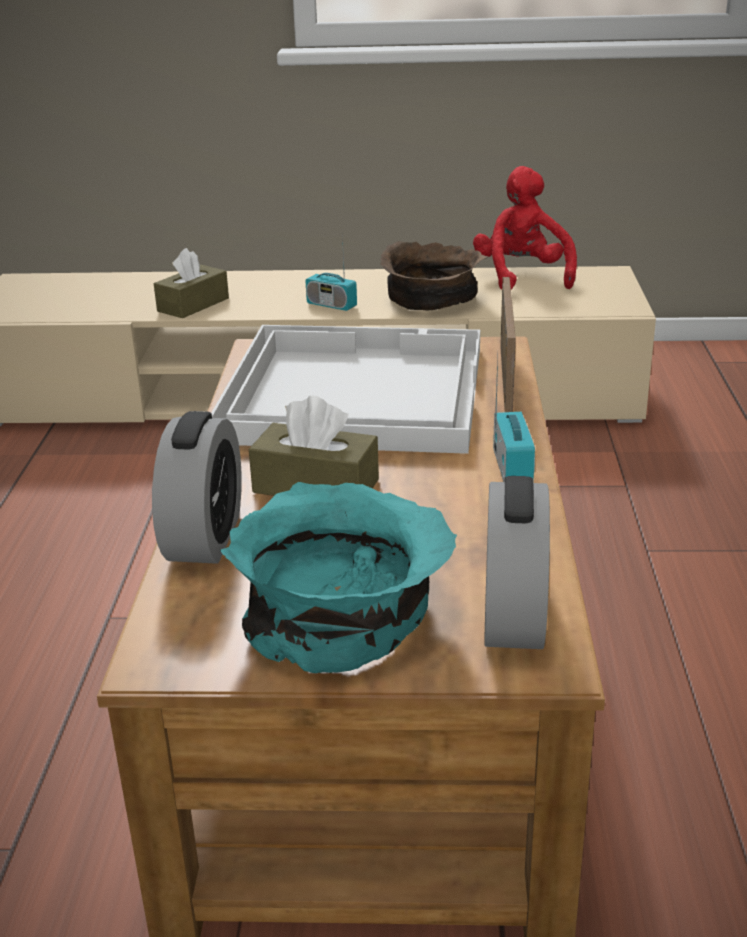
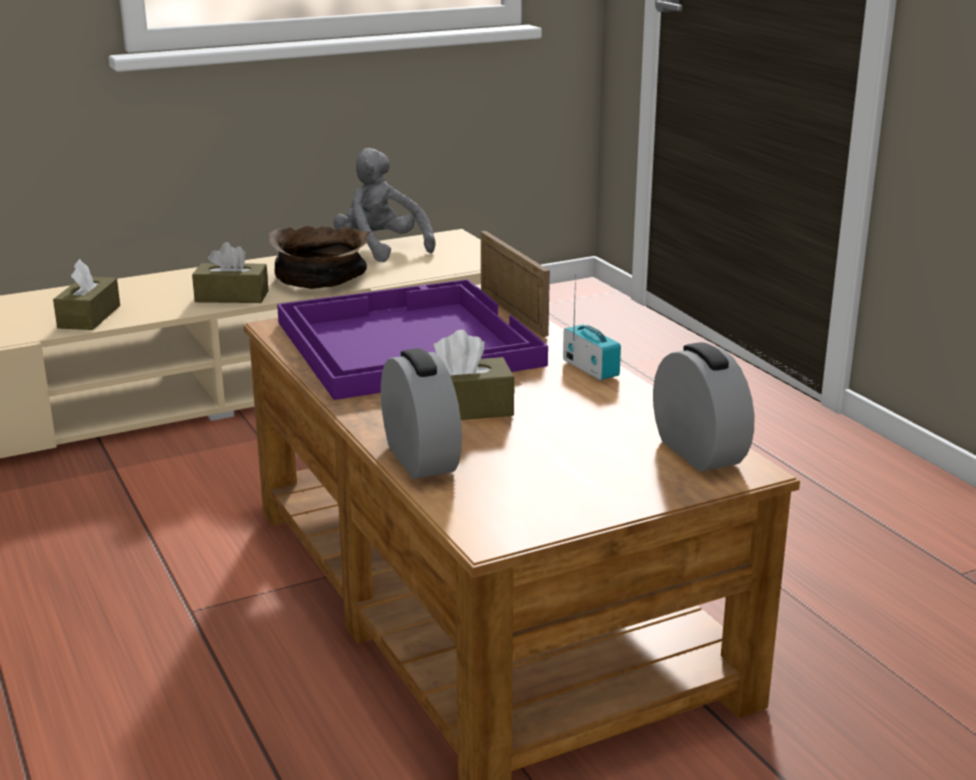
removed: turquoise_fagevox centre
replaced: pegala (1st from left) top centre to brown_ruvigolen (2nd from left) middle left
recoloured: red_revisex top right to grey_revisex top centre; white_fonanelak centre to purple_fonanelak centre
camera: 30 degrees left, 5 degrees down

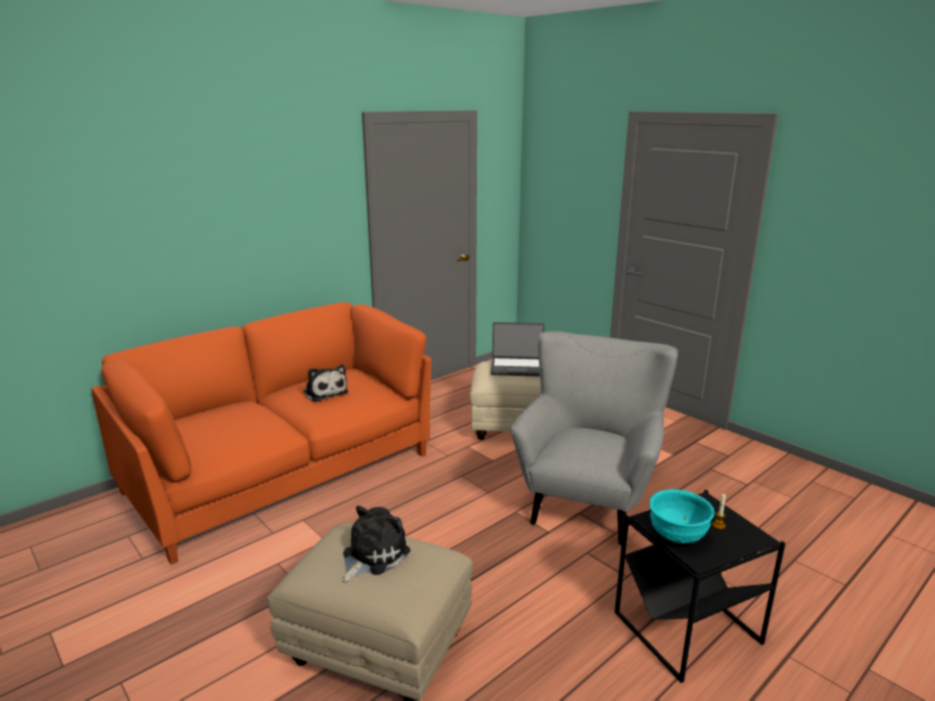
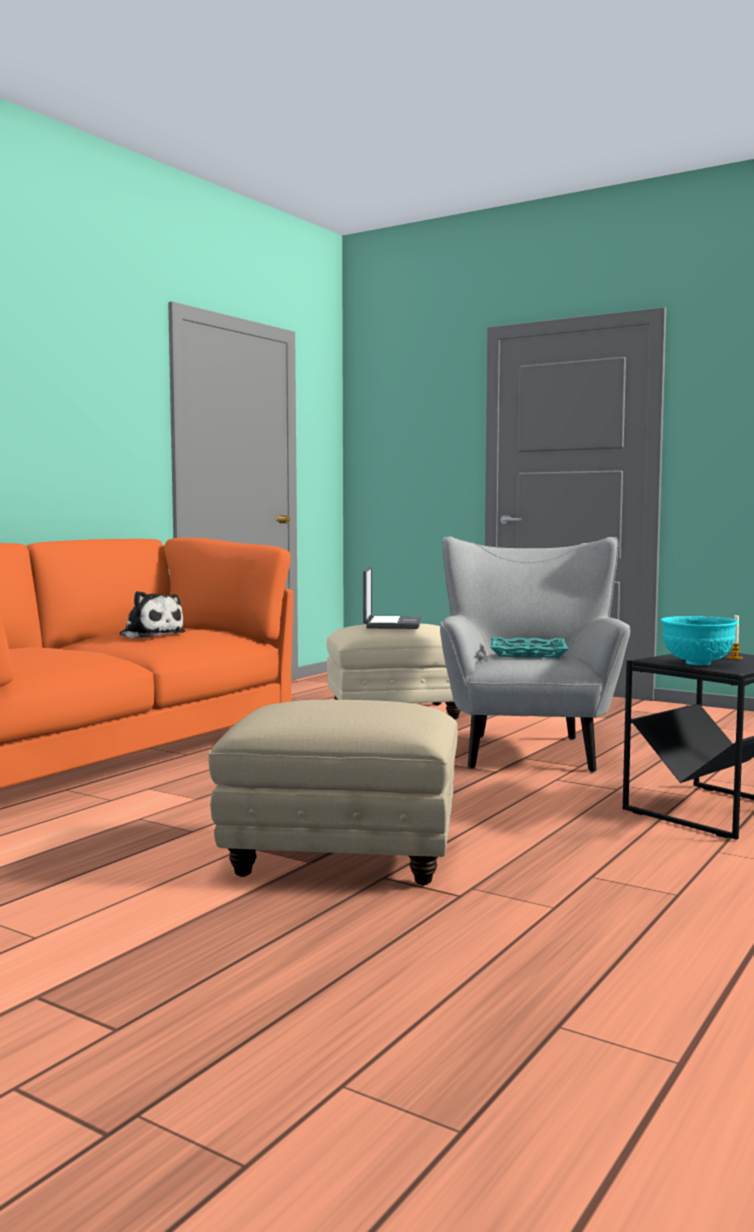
removed: revisex (2nd from left) bottom centre
added: turquoise_fonanelak middle right
turned: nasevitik centre = centre 75 degrees counterclockwise
camera: 15 degrees left, 15 degrees down

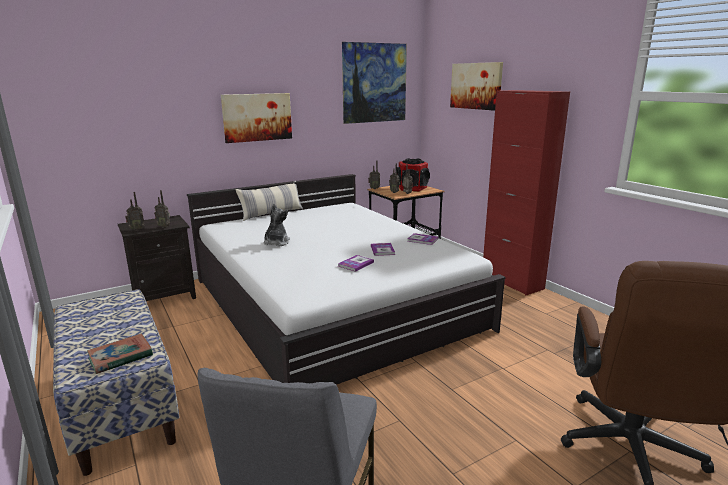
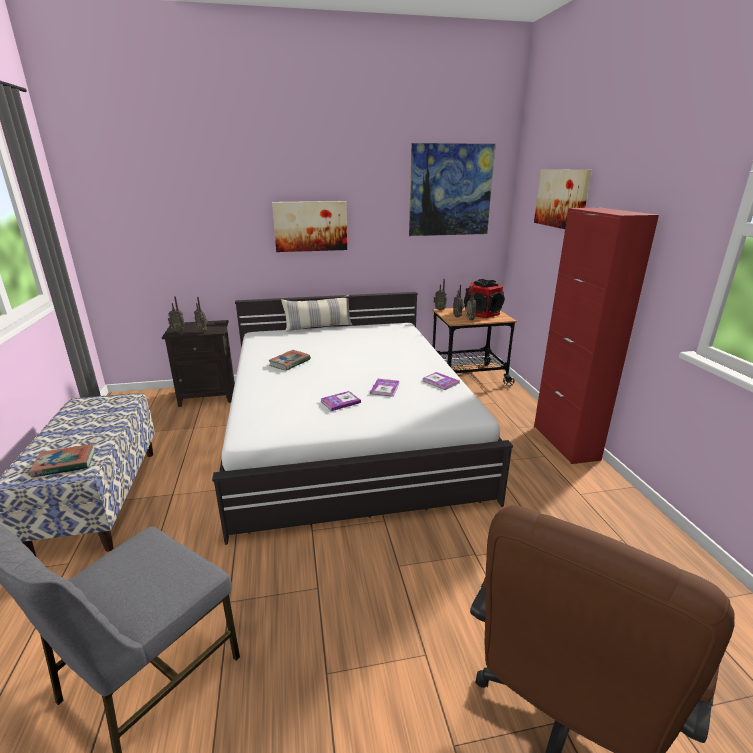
replaced: revisex centre to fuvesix (2nd from left) centre
camera: 20 degrees right, 5 degrees up

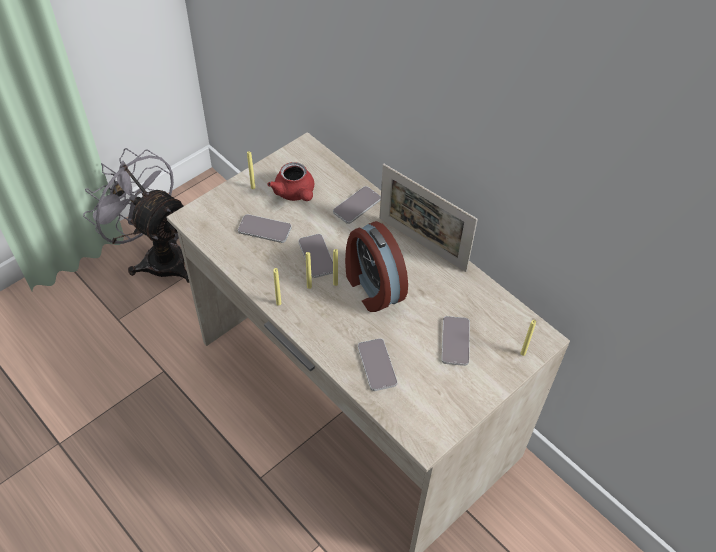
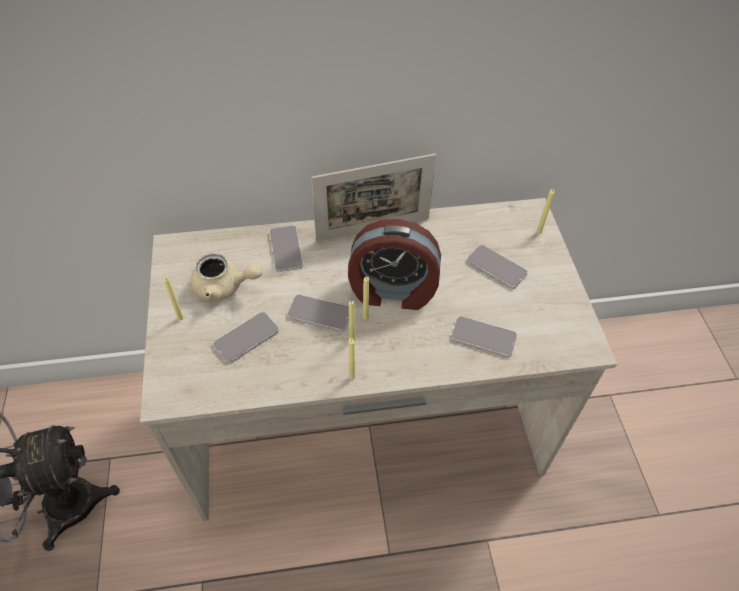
recoloured: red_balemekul top centre to beige_balemekul middle left
camera: 55 degrees left, 0 degrees up

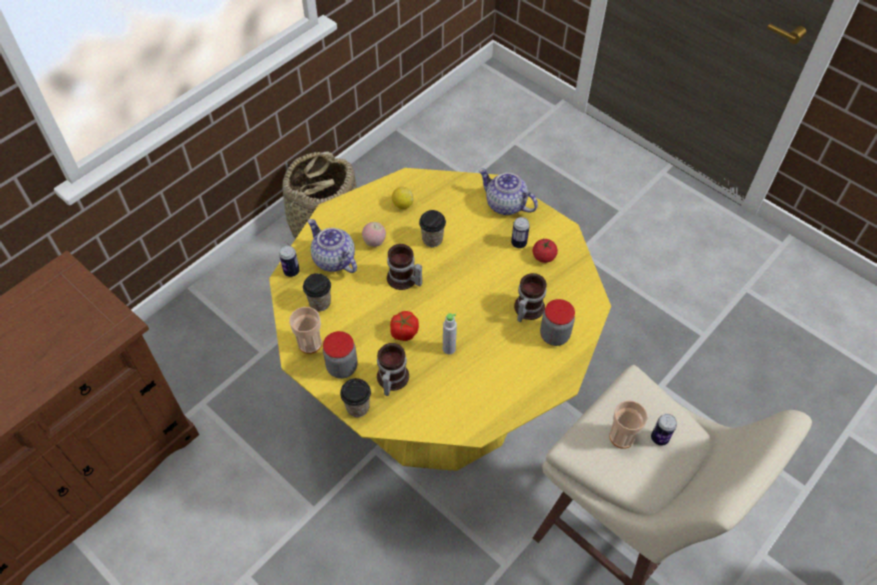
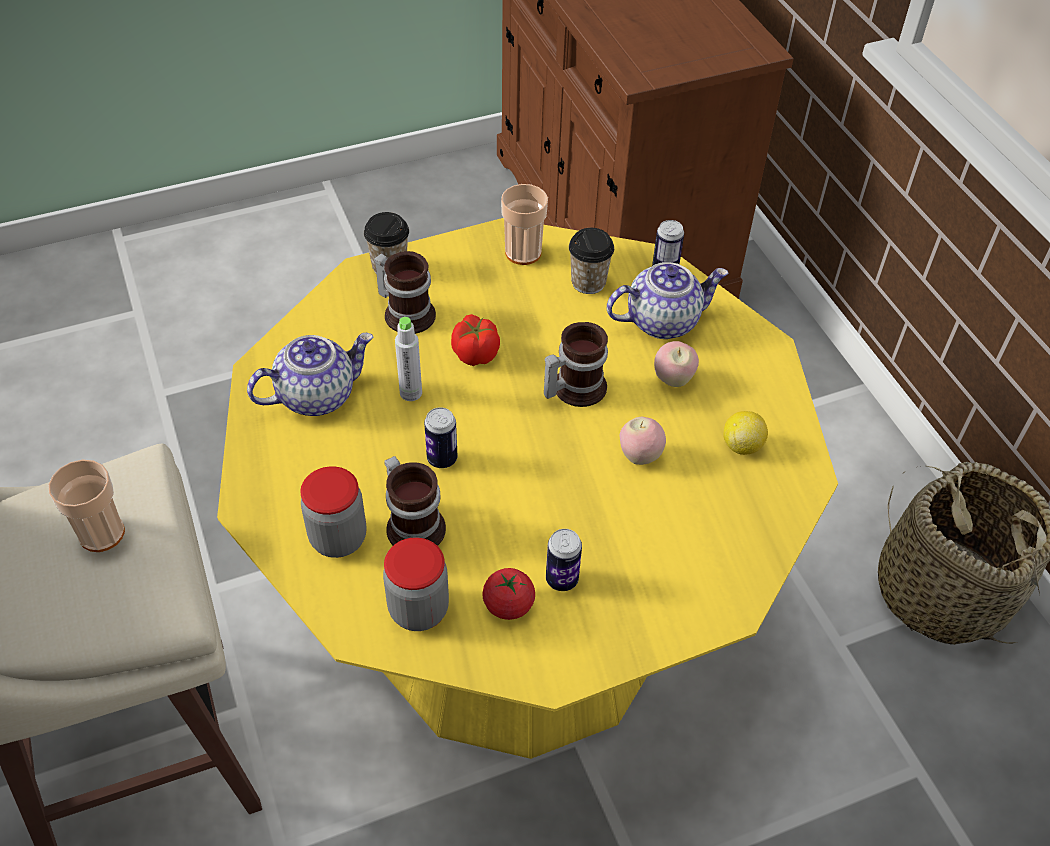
moved: balemekul (2nd from left in the first image) top centre to balemekul (1st from left) middle left; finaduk (1st from left in the first image) centre to finaduk (2nd from left) bottom centre; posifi (3rd from left in the first image) bottom right to posifi (1st from left) centre
replaced: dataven (4th from left) centre to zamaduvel (1st from left) centre
camera: 115 degrees right, 5 degrees down

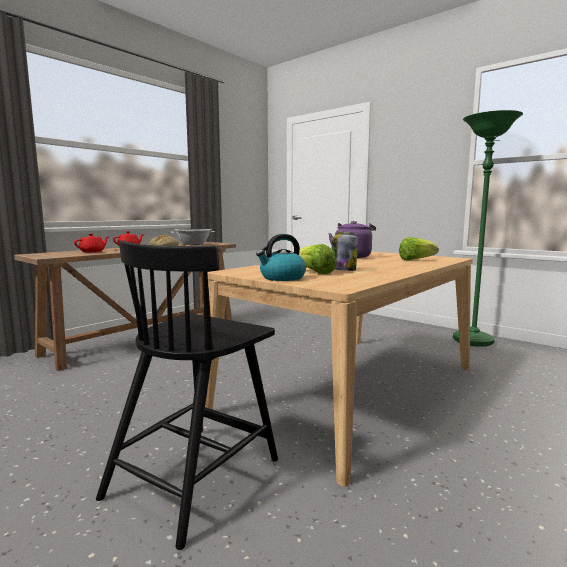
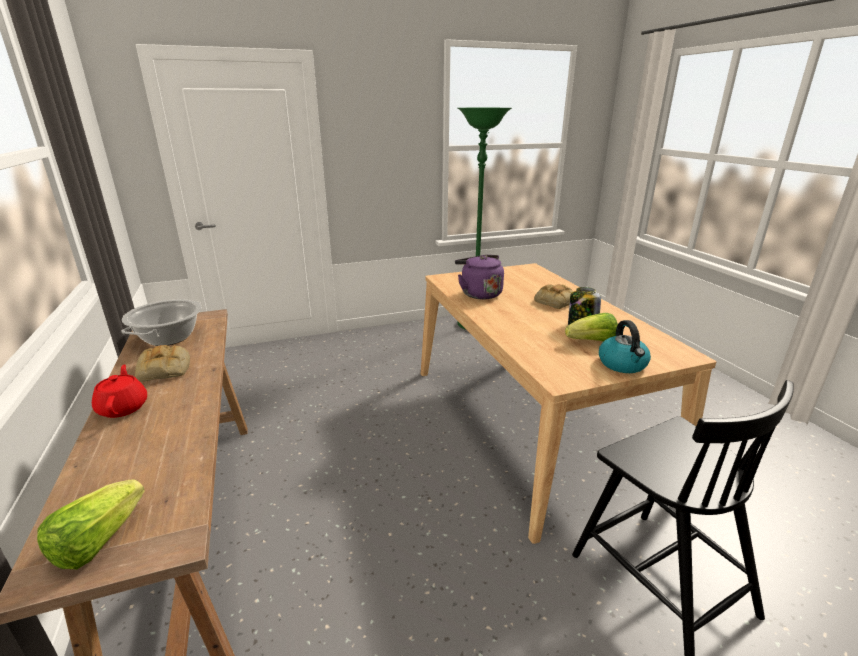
removed: red_balemekul (1st from left) middle left
added: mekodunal (2nd from left) centre
moved: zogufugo (2nd from left in the first image) middle right to zogufugo (1st from left) bottom left
camera: 60 degrees left, 15 degrees up

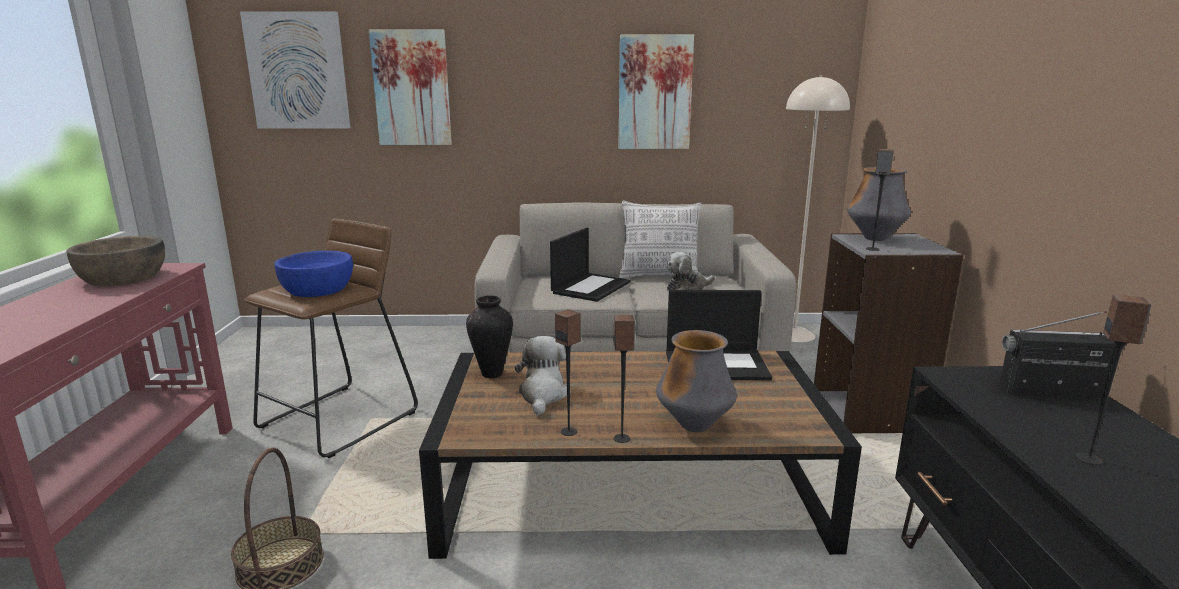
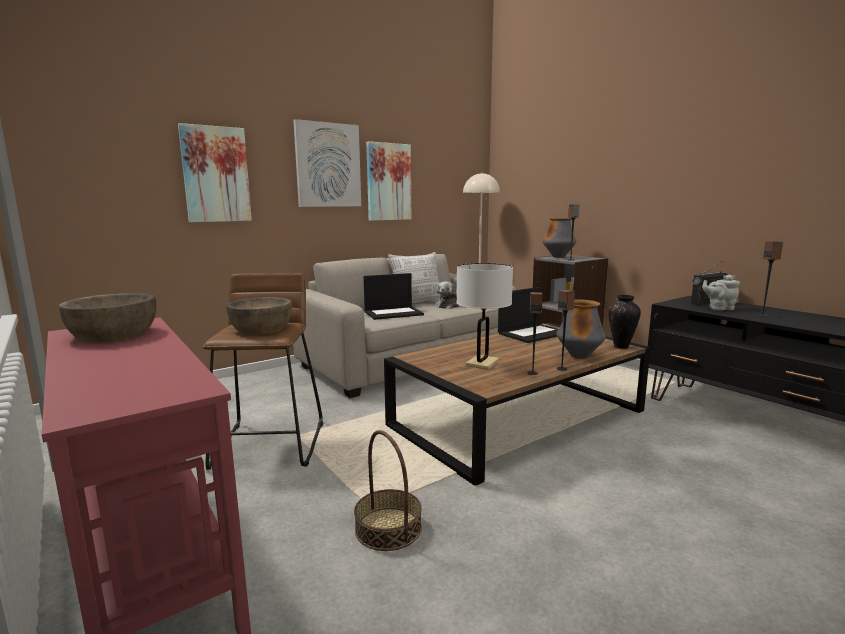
added: grey_balemekul middle right
moved: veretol (1st from left in the first image) top left to veretol (2nd from left) top centre; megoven (1st from left in the first image) centre to megoven (3rd from left) middle right
replaced: revisex (1st from left) centre to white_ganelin centre
recoloured: blue_fagevox middle left to brown_fagevox (2nd from left) middle left
turned: nasevitik (1st from left) centre = centre 75 degrees clockwise
camera: 35 degrees left, 5 degrees down

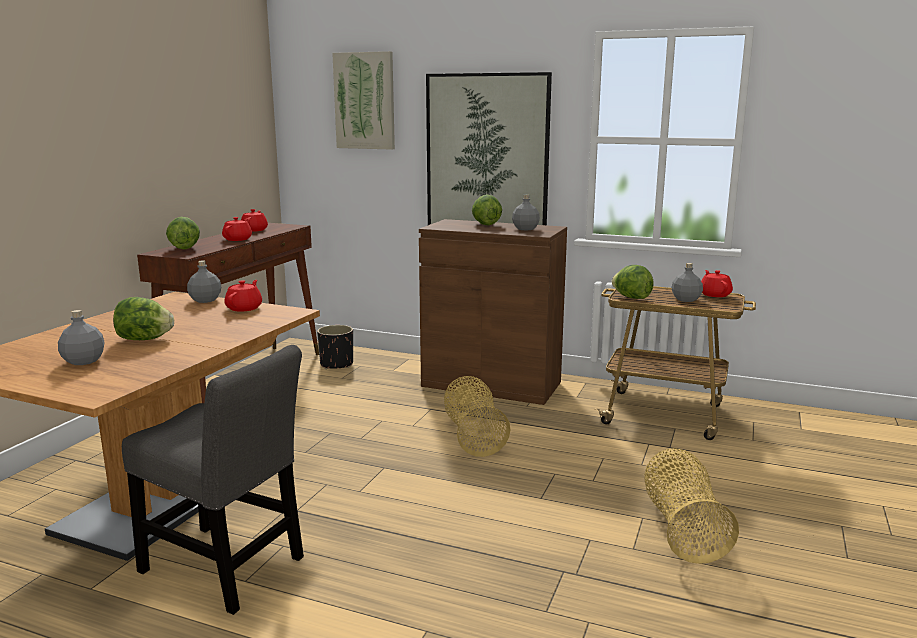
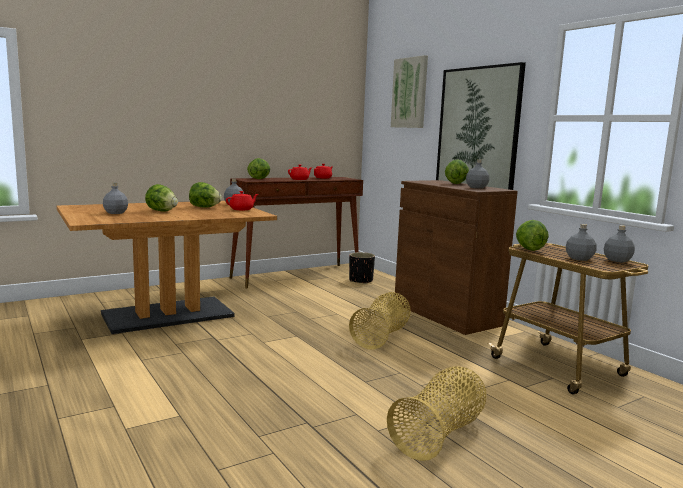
removed: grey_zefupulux bottom left
added: zogufugo (2nd from left) middle left
replaced: red_balemekul (4th from left) middle right to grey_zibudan (5th from left) middle right
camera: 35 degrees right, 5 degrees down

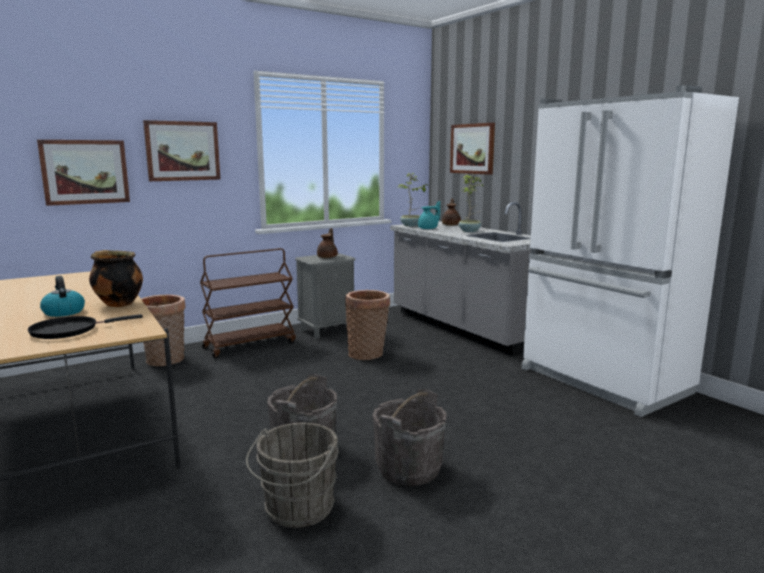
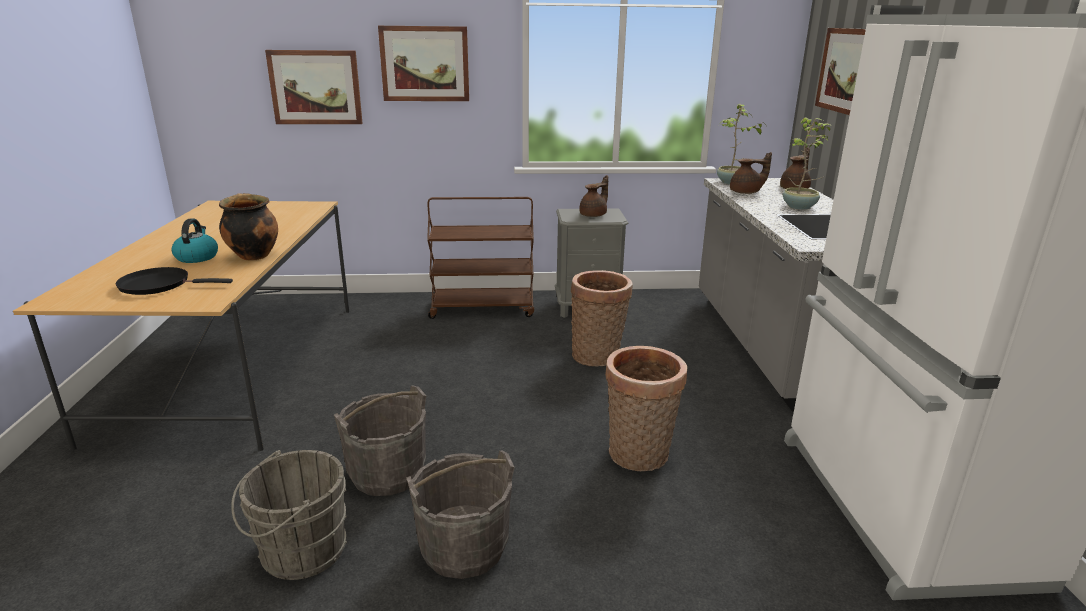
moved: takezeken (1st from left in the first image) middle left to takezeken (2nd from left) bottom centre
recoloured: turquoise_balemekul centre to brown_balemekul (2nd from left) top right
camera: 30 degrees right, 10 degrees up

